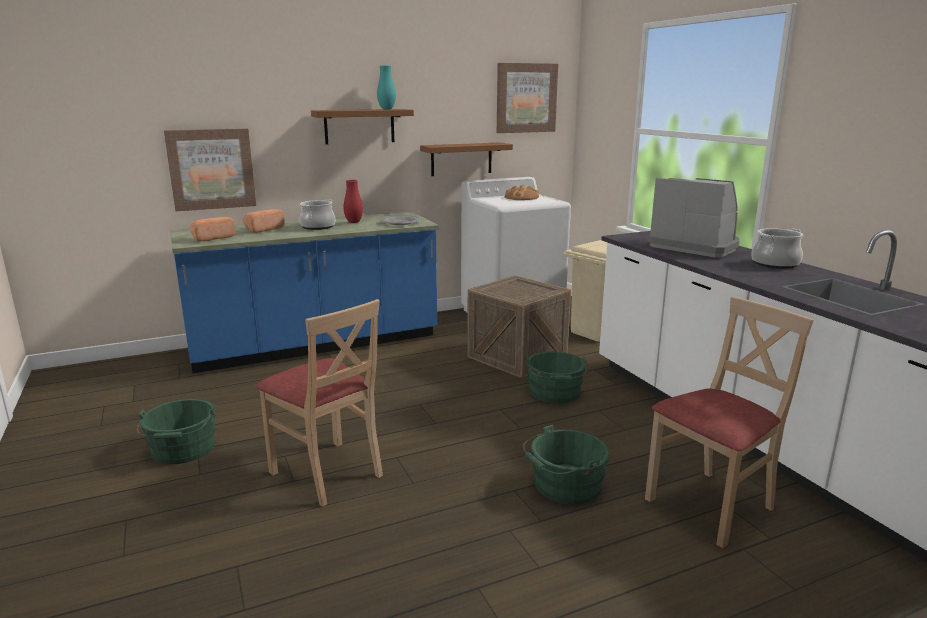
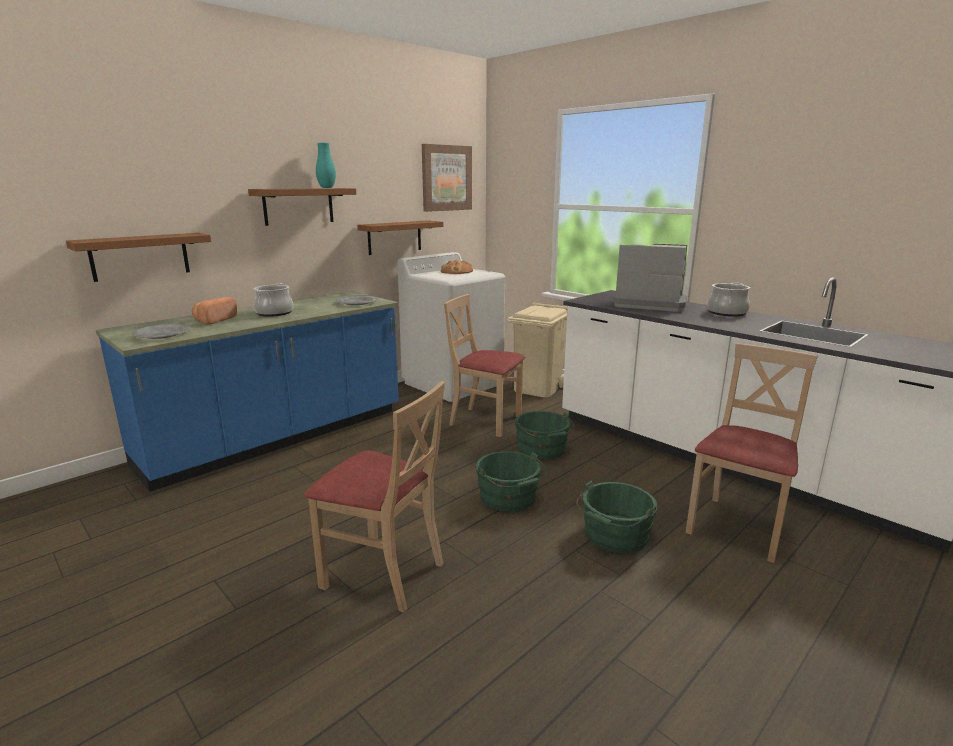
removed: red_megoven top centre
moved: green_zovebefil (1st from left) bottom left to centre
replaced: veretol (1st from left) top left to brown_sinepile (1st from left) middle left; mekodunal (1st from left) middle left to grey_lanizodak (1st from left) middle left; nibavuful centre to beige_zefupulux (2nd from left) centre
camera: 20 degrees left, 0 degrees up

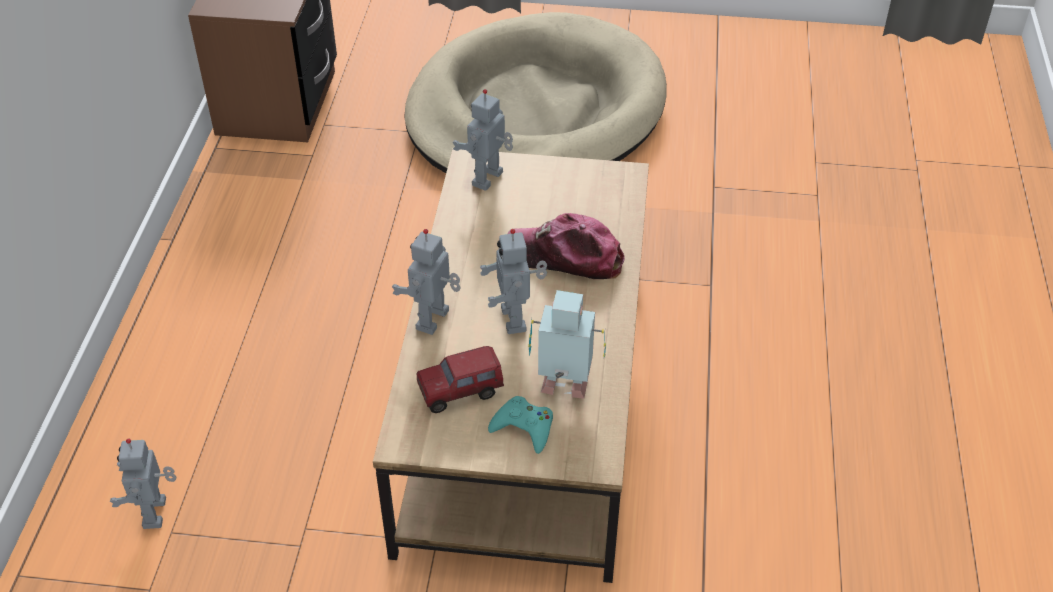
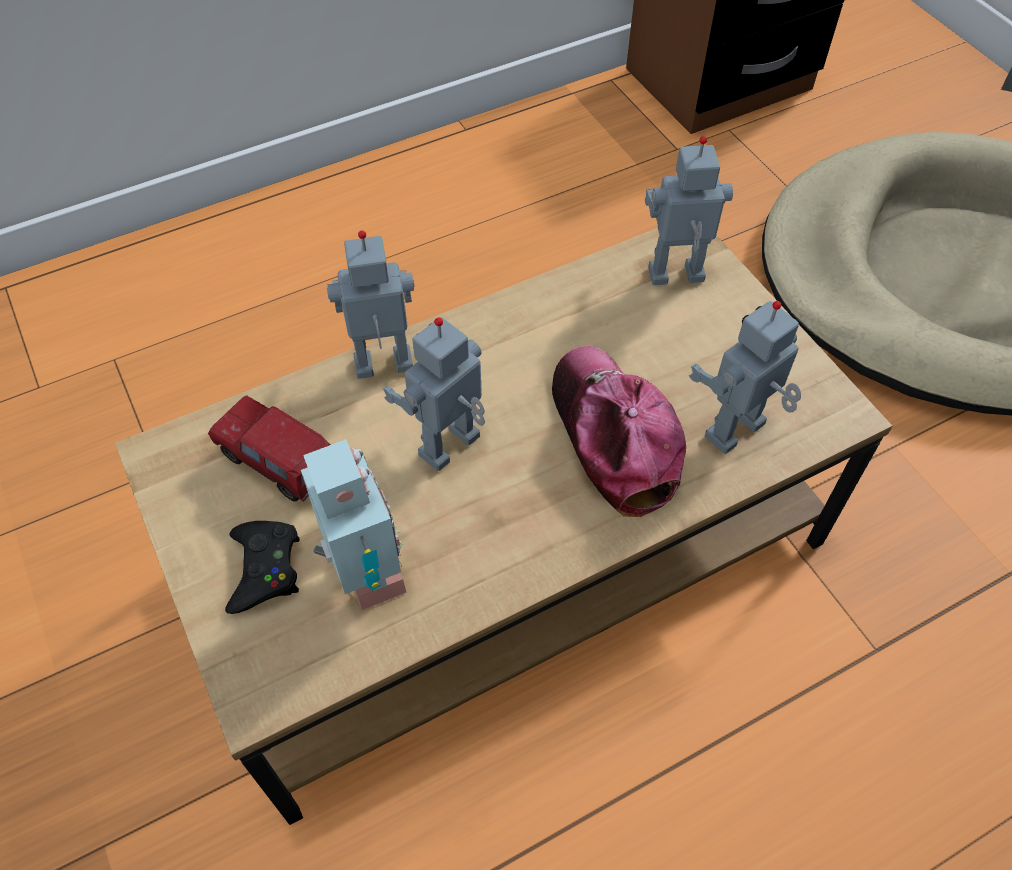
moved: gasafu (1st from left in the first image) bottom left to gasafu (5th from left) middle right
recoloured: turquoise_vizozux bottom centre to black_vizozux middle left
camera: 55 degrees right, 10 degrees up

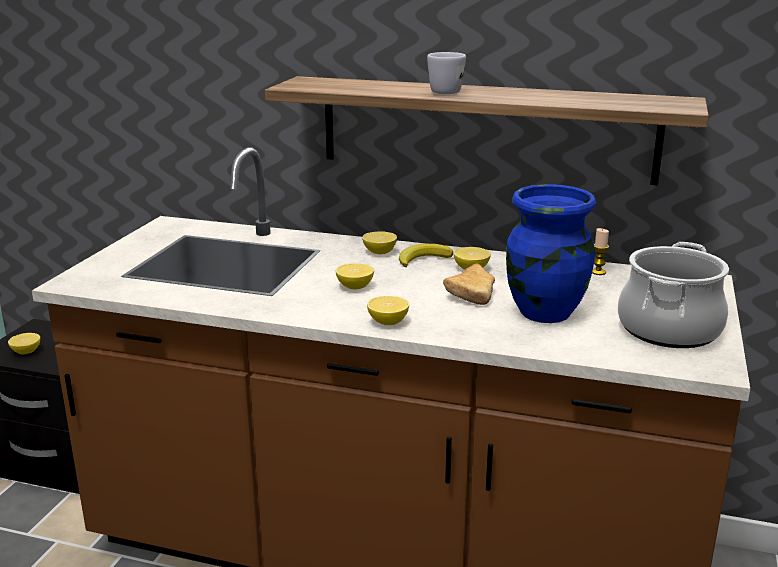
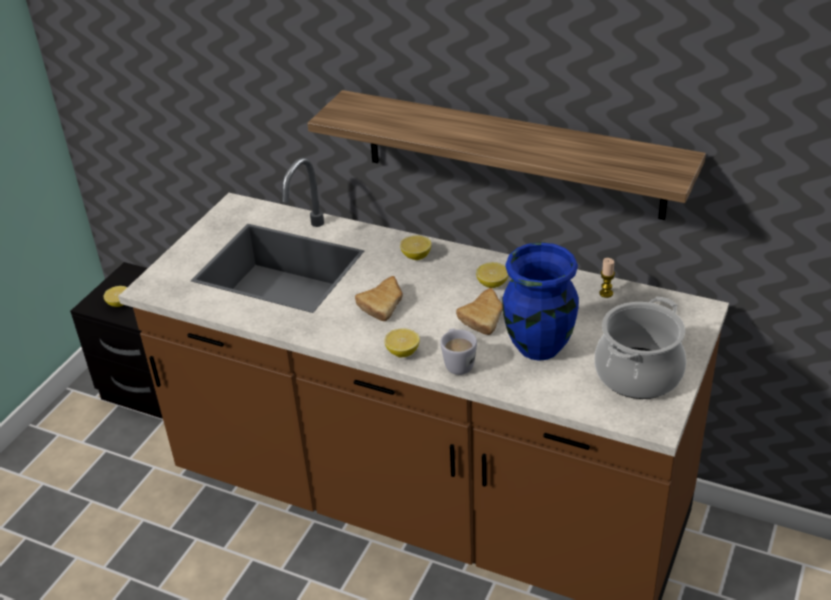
removed: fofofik centre
moved: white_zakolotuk top centre to centre
replaced: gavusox (2nd from left) centre to mekodunal (1st from left) centre
camera: 10 degrees right, 15 degrees up

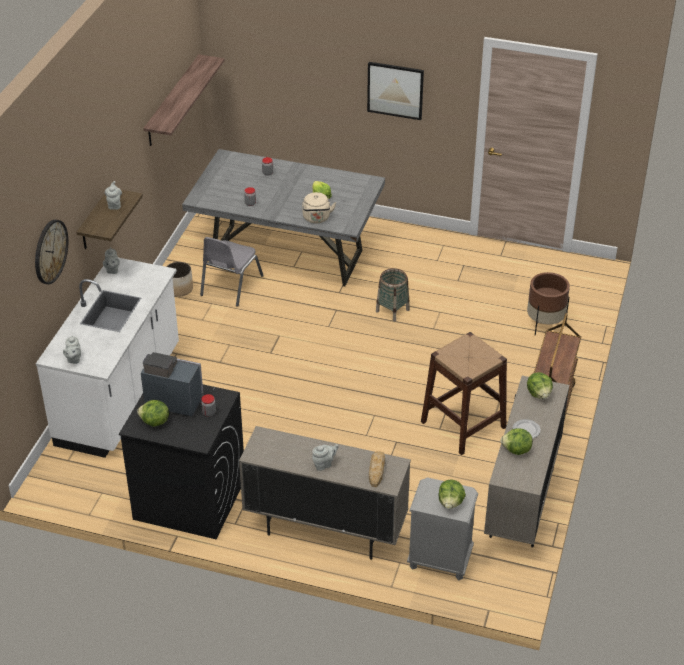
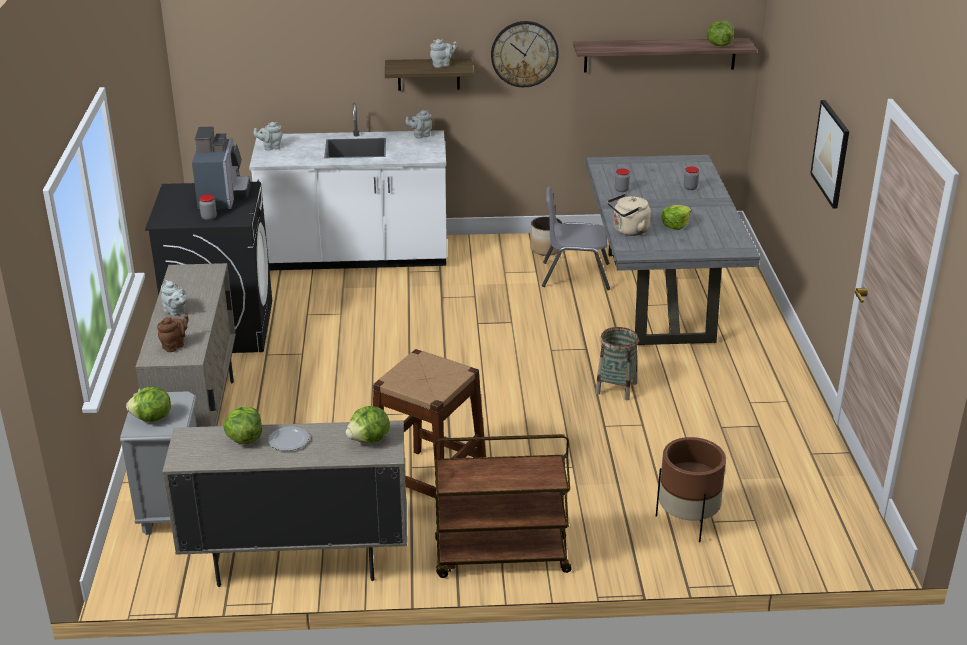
moved: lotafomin middle left to top centre; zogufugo (1st from left in the first image) middle left to zogufugo (5th from left) top right
replaced: mekodunal bottom centre to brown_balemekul middle left
camera: 70 degrees right, 10 degrees down

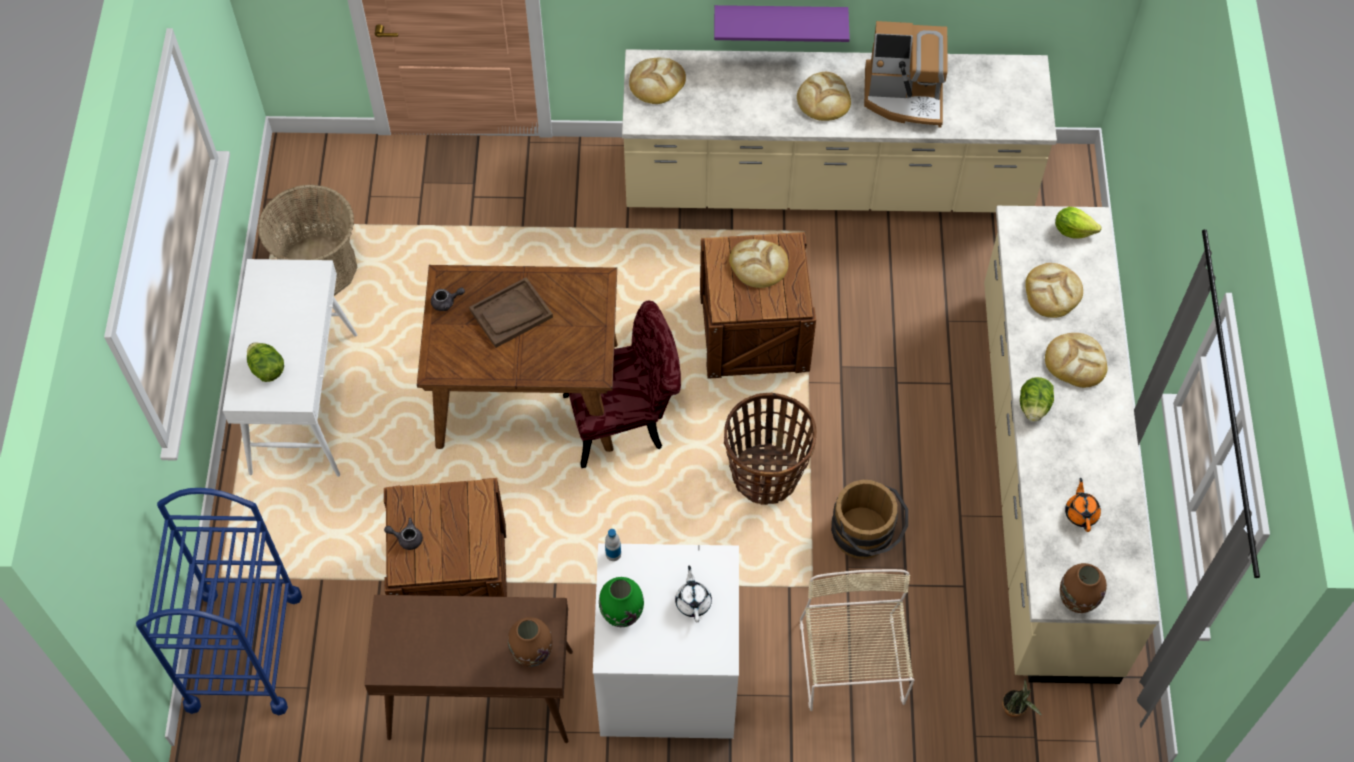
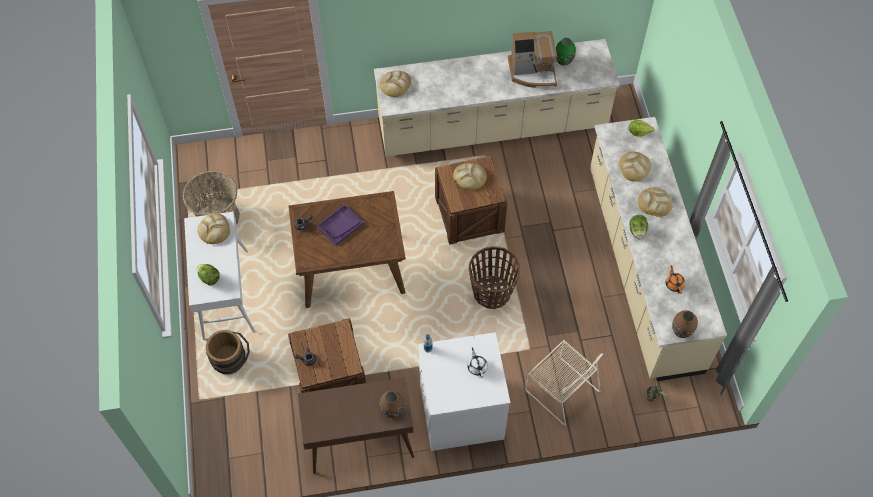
removed: purple_sinepile top centre; red_zefupulux centre; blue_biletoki bottom left
moved: mekodunal (3rd from left in the first image) top centre to mekodunal (1st from left) middle left; brown_zovebefil bottom centre to bottom left; green_megoven bottom centre to top centre
recoloured: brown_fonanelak centre to purple_fonanelak centre
turned: beige_zefupulux bottom centre = bottom centre 150 degrees clockwise
camera: 10 degrees left, 0 degrees up

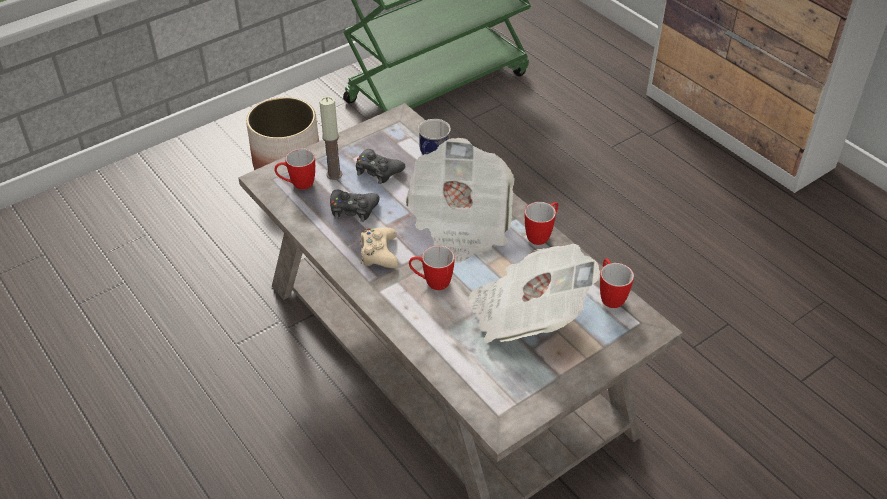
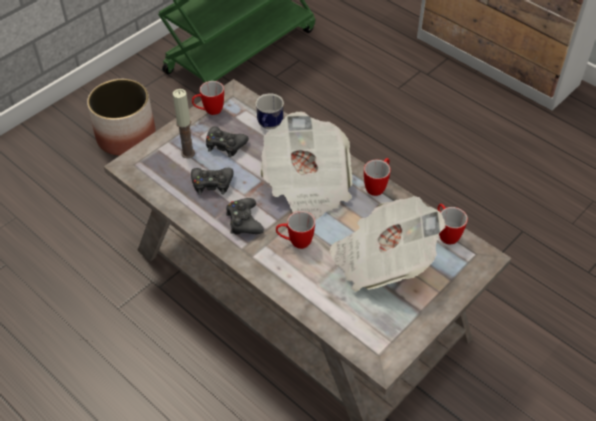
moved: zakolotuk (1st from left) middle left to top centre
recoloured: beige_vizozux centre to black_vizozux (3rd from left) centre
camera: 10 degrees left, 5 degrees up

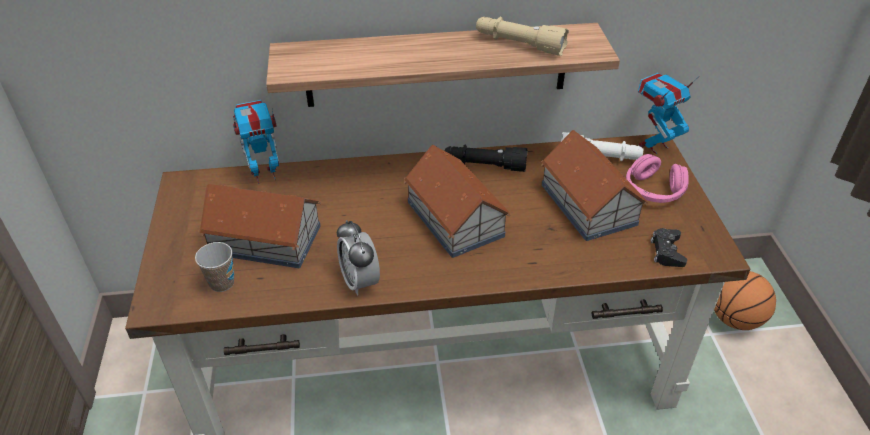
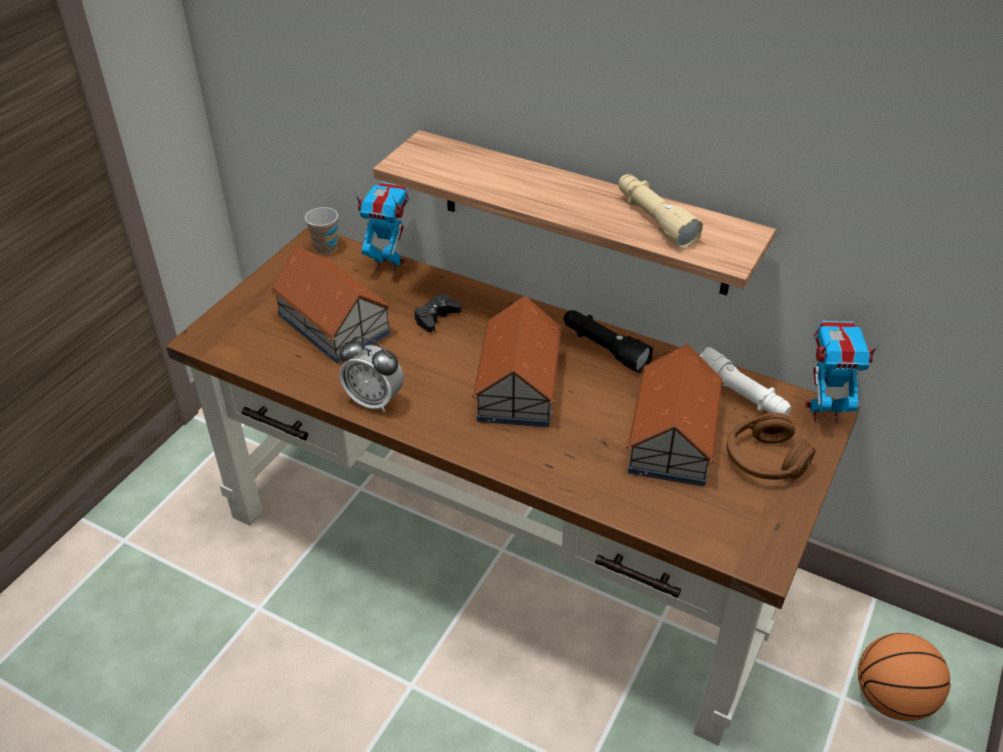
moved: black_vizozux middle right to centre; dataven middle left to top left
recoloured: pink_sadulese middle right to brown_sadulese middle right
turned: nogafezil centre = centre 75 degrees counterclockwise
camera: 35 degrees right, 0 degrees up

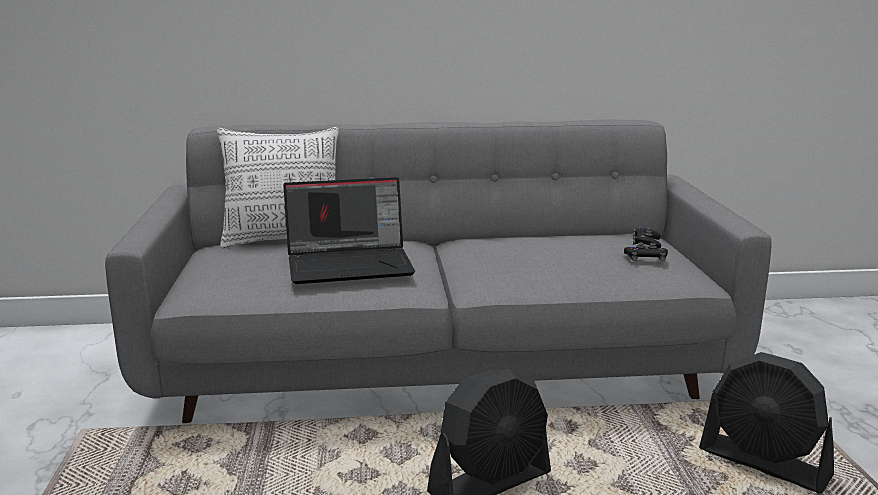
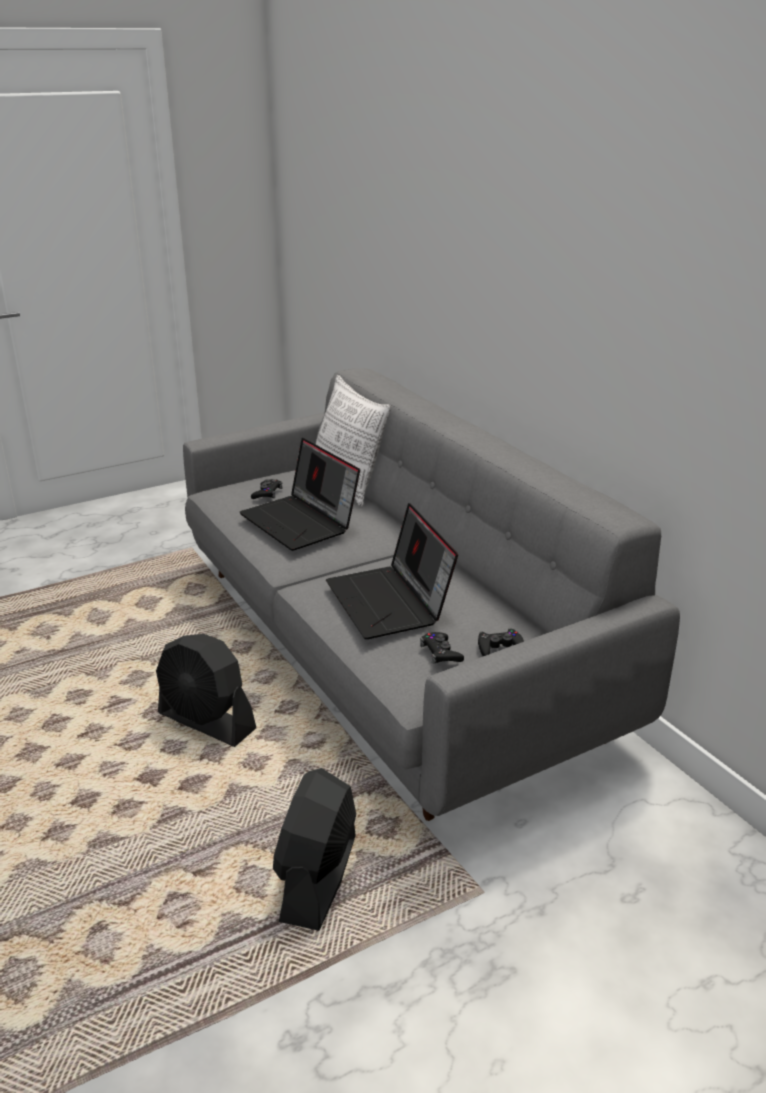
added: black_vizozux (1st from left) centre; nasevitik (2nd from left) centre
camera: 65 degrees right, 10 degrees up

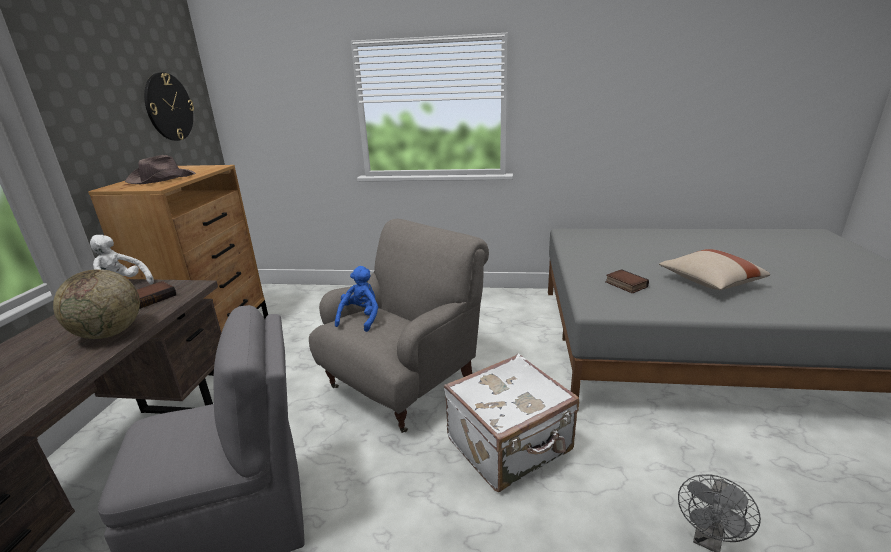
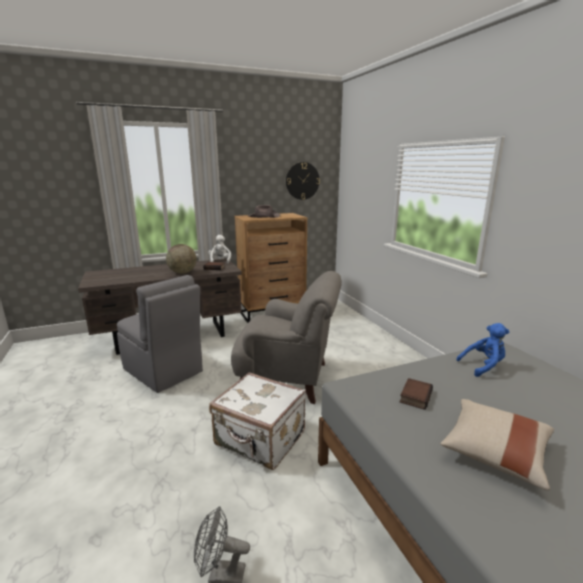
moved: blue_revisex centre to middle right
camera: 60 degrees right, 5 degrees down

